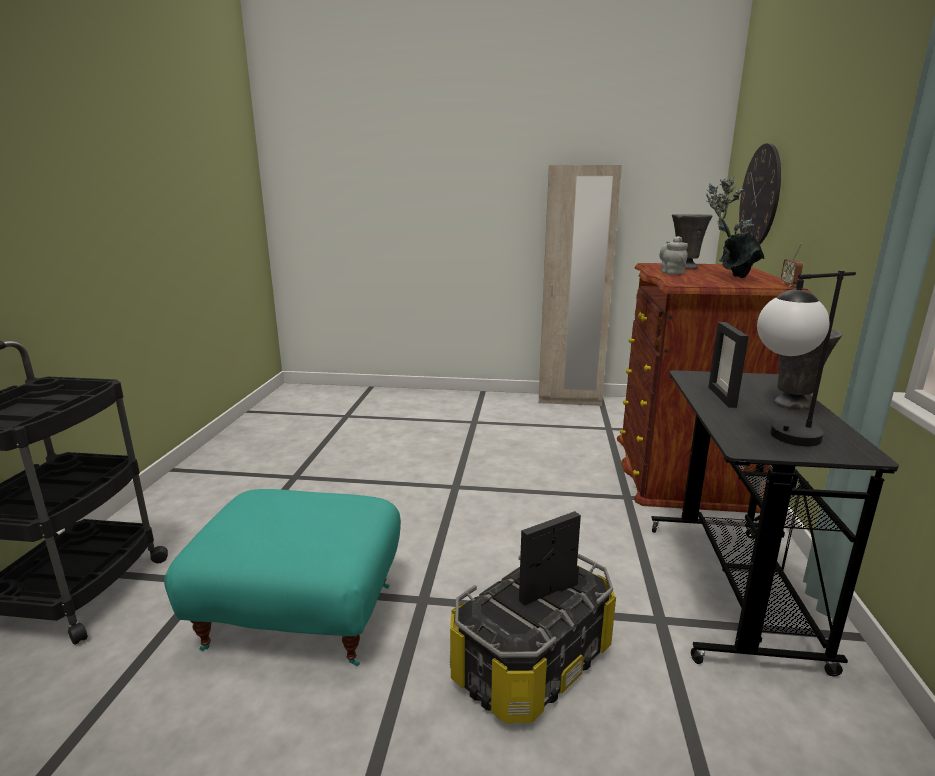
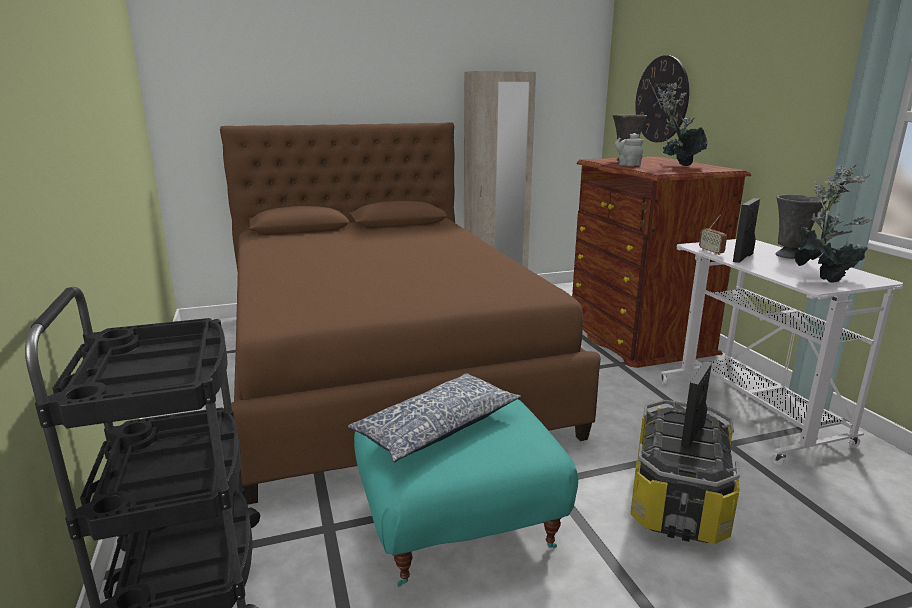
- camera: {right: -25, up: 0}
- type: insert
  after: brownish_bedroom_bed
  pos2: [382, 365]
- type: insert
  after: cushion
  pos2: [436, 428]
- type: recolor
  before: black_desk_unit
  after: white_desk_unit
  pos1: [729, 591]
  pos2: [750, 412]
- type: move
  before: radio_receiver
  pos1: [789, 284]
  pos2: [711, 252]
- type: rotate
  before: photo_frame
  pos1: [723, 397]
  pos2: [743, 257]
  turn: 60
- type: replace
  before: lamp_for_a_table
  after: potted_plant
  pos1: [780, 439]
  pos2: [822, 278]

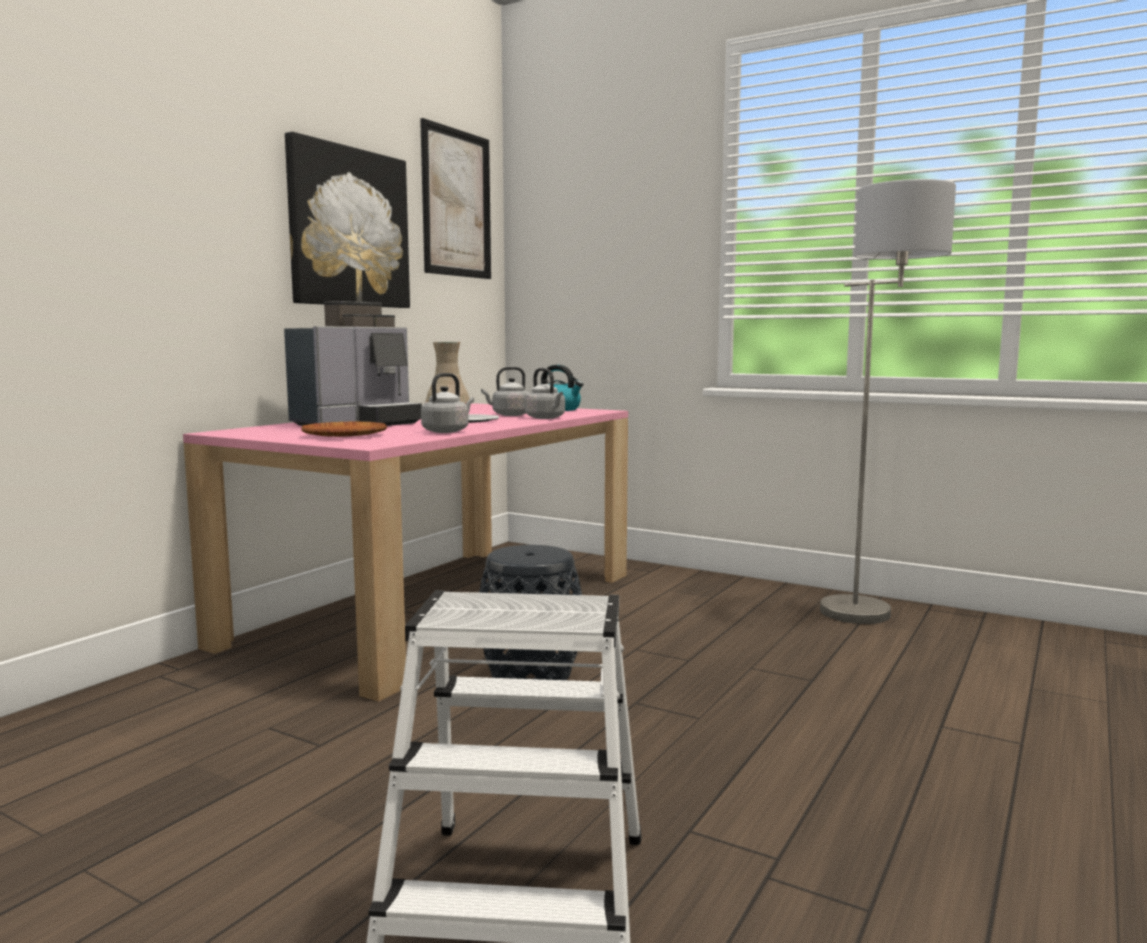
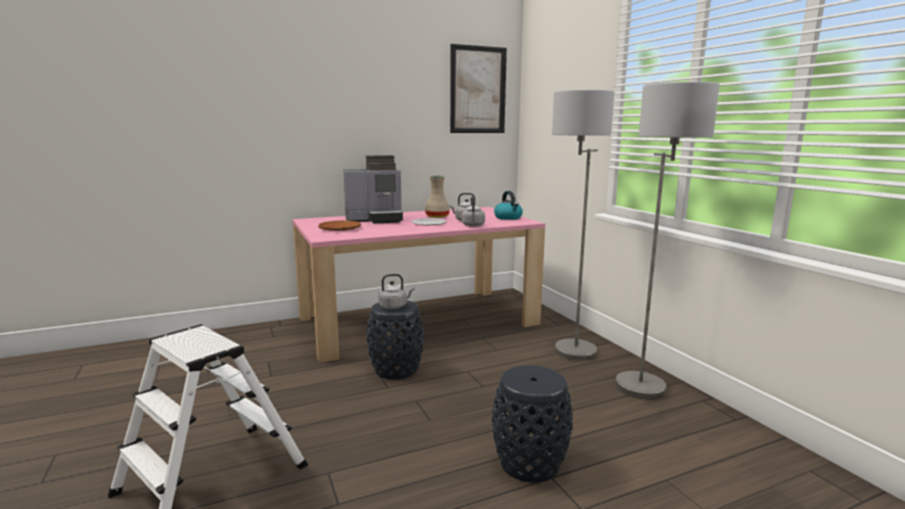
- camera: {right: 35, up: 5}
- type: move
  before: greyish_tea_kettle
  pos1: [447, 431]
  pos2: [394, 306]
- type: insert
  after: black_stool_seat
  pos2: [530, 463]
- type: insert
  after: greyish_standing_lamp
  pos2: [570, 356]
- type: delete
  before: picture
  pos1: [348, 228]

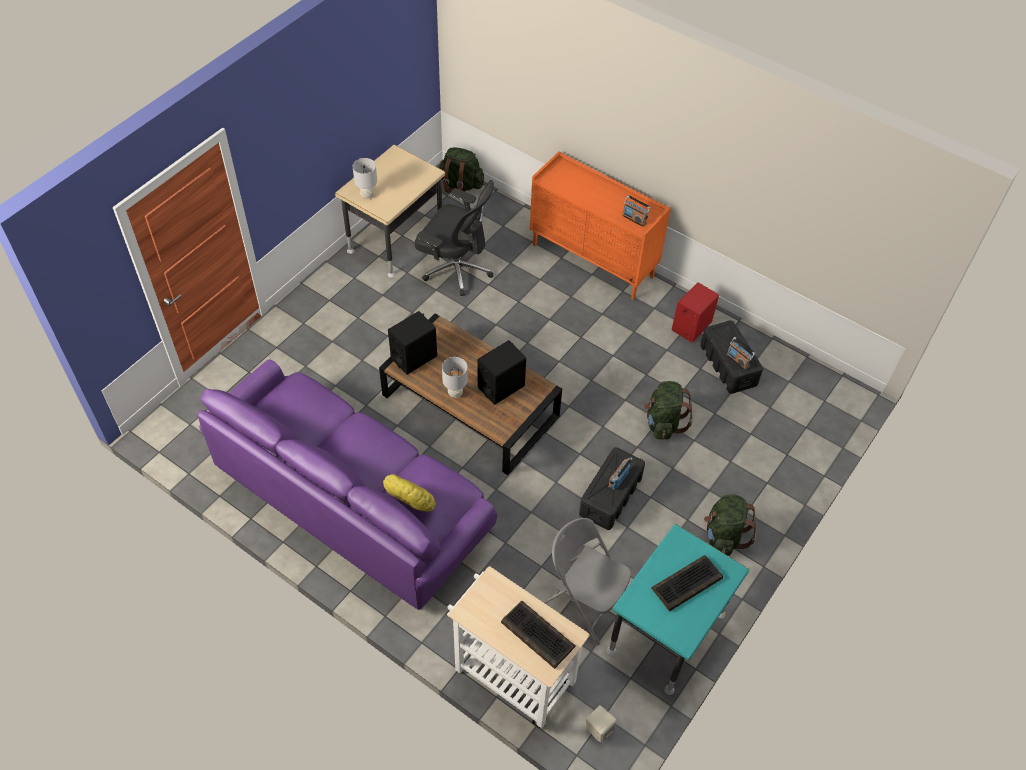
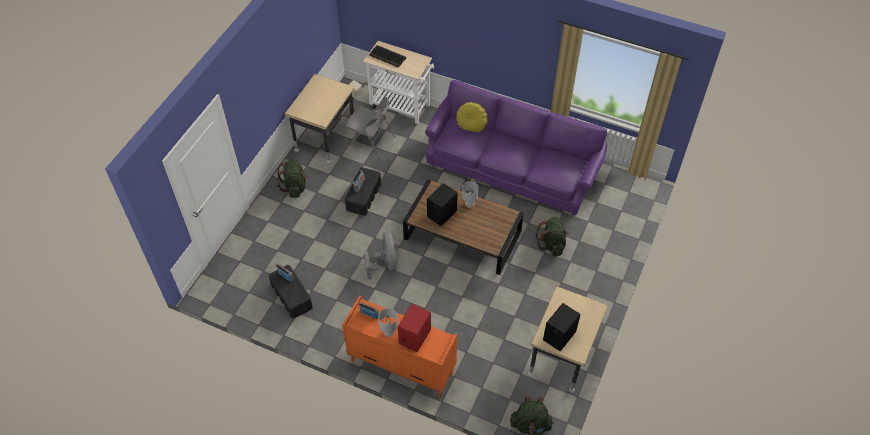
- camera: {right: 170, up: 0}
- type: recolor
  before: turquoise-coloured_desk_unit
  after: beige_desk_unit
  pos1: [667, 632]
  pos2: [325, 136]
- type: insert
  after: greyish_cooling_fan
  pos2: [385, 263]
- type: move
  before: greyish_lamp_for_a_table
  pos1: [368, 196]
  pos2: [388, 333]
- type: move
  before: reddish_speaker
  pos1: [691, 326]
  pos2: [415, 336]
- type: move
  before: green-coloured_knapsack
  pos1: [663, 423]
  pos2: [552, 244]
- type: move
  before: black_speaker
  pos1: [414, 357]
  pos2: [559, 336]
- type: delete
  before: computer_chair
  pos1: [455, 270]
- type: delete
  before: keyboard
  pos1: [686, 584]

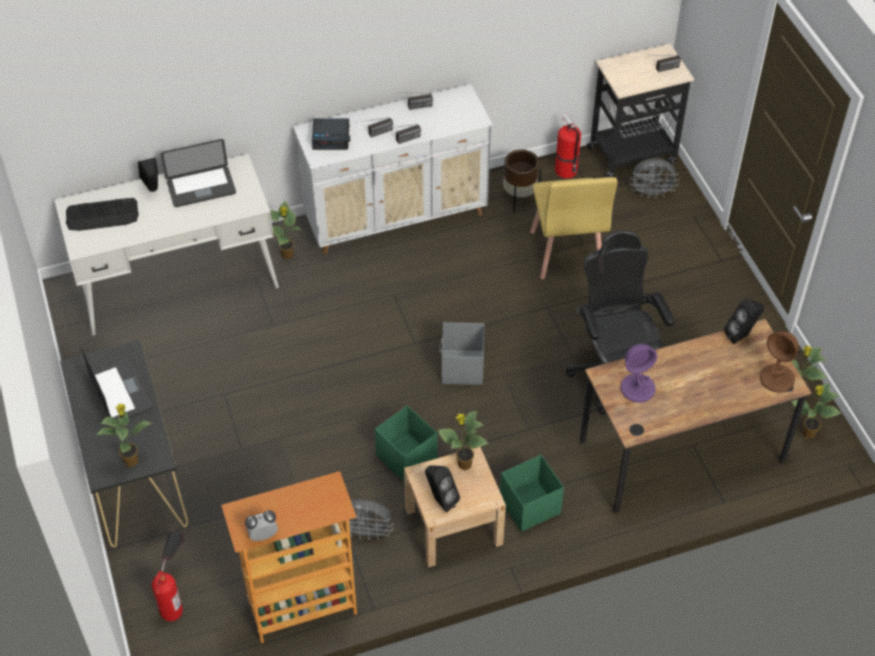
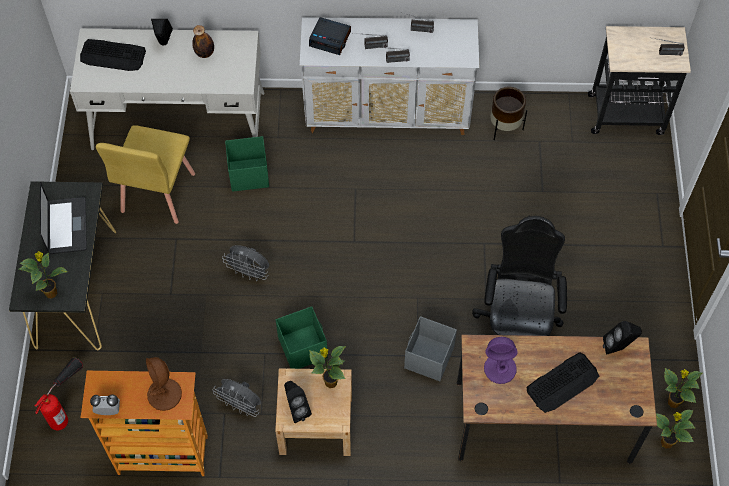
- camera: {right: 20, up: 10}
- type: move
  before: yellow-coloured_plain_chair
  pos1: [566, 252]
  pos2: [157, 193]
- type: move
  before: brownish_lamp_for_a_table
  pos1: [777, 378]
  pos2: [164, 395]
- type: replace
  before: notebook_computer
  after: bottle
  pos1: [201, 187]
  pos2: [205, 53]
- type: move
  before: greyish_cooling_fan
  pos1: [651, 194]
  pos2: [249, 272]
- type: move
  before: green-coloured_storage_box
  pos1: [529, 506]
  pos2: [248, 174]
- type: move
  before: greyish_storage_box
  pos1: [462, 368]
  pos2: [428, 358]
- type: insert
  after: keyboard
  pos2: [563, 383]
- type: delete
  before: potted_plant
  pos1: [288, 255]
- type: delete
  before: extinguisher
  pos1: [567, 171]

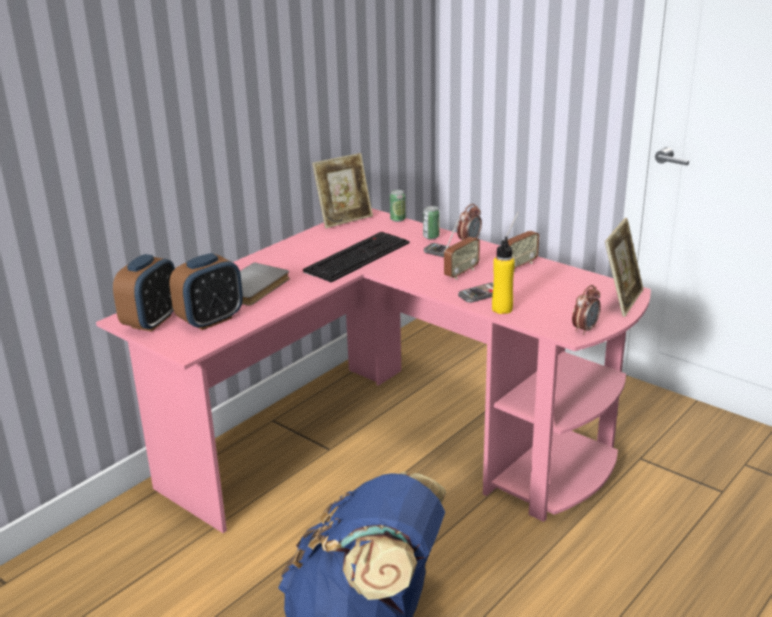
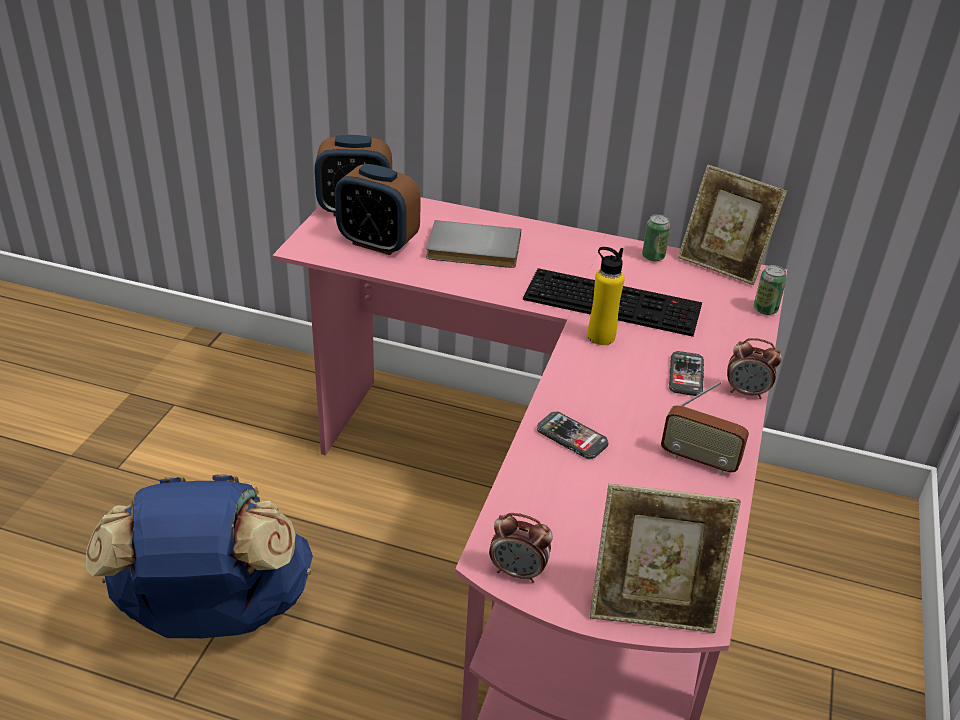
- camera: {right: 65, up: 10}
- type: move
  before: yellow-coloured_bottle
  pos1: [502, 309]
  pos2: [601, 337]
- type: move
  before: metal_can
  pos1: [431, 237]
  pos2: [653, 256]
- type: delete
  before: radio_receiver
  pos1: [461, 273]

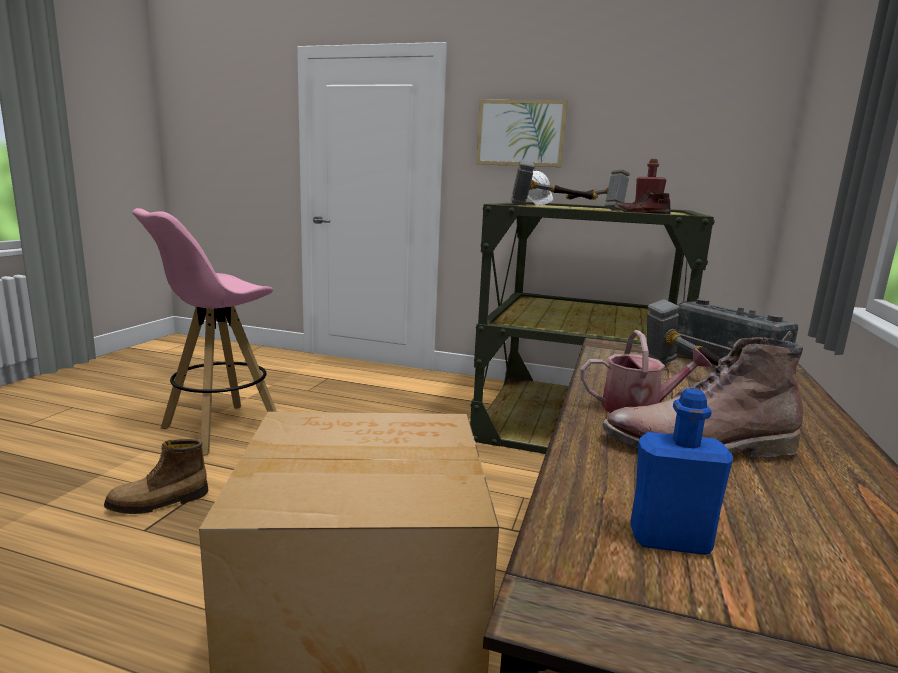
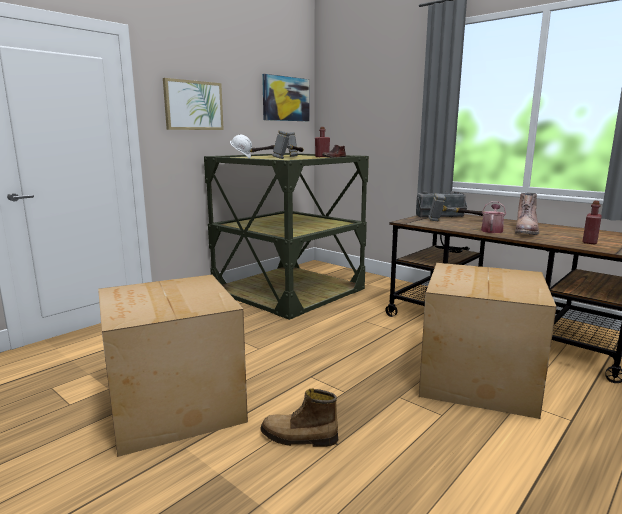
- camera: {right: -65, up: 0}
- type: replace
  before: pink_stool_seat
  after: packing_box
  pos1: [218, 429]
  pos2: [173, 407]
- type: rotate
  before: high-top_boot
  pos1: [158, 503]
  pos2: [298, 438]
  turn: 105
- type: insert
  after: picture
  pos2: [286, 99]
- type: recolor
  before: blue-coloured_bottle
  after: reddish_bottle
  pos1: [669, 540]
  pos2: [589, 242]

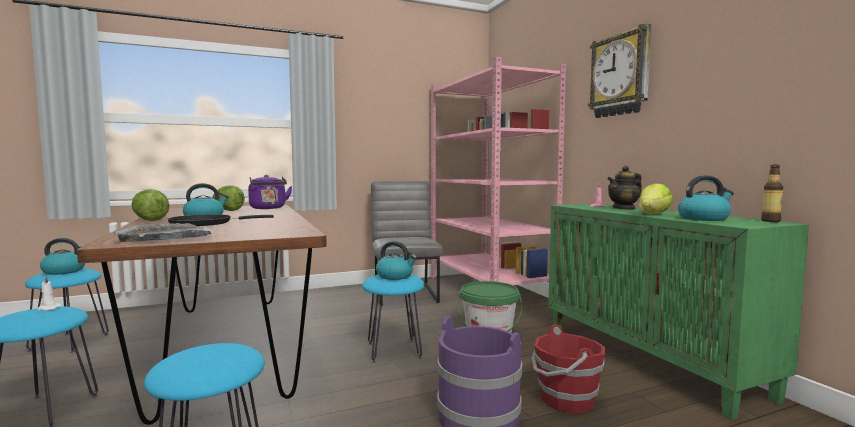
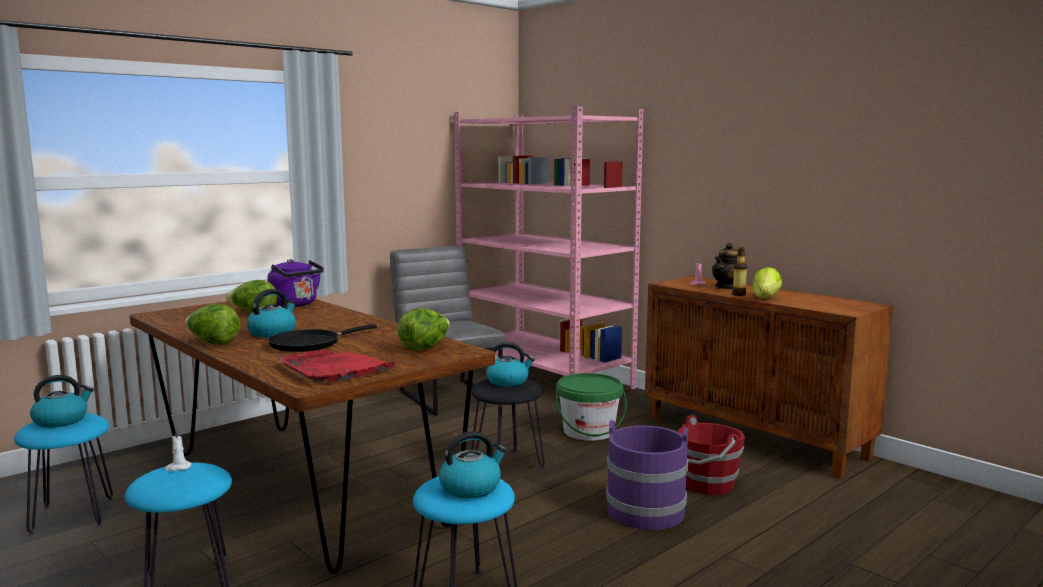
- camera: {right: -20, up: 5}
- type: recolor
  before: greyish_carrying_tray
  after: reddish_carrying_tray
  pos1: [170, 236]
  pos2: [336, 369]
- type: insert
  after: lettuce
  pos2: [425, 348]
- type: move
  before: tea_kettle
  pos1: [704, 218]
  pos2: [471, 487]
- type: recolor
  before: turquoise-coloured_stool_seat
  after: black_stool_seat
  pos1: [394, 350]
  pos2: [507, 464]
- type: recolor
  before: green-coloured_cupboard
  after: brownish_cupboard
  pos1: [649, 359]
  pos2: [755, 437]
- type: move
  before: bottle
  pos1: [770, 221]
  pos2: [739, 294]
- type: delete
  before: wall_clock
  pos1: [620, 75]

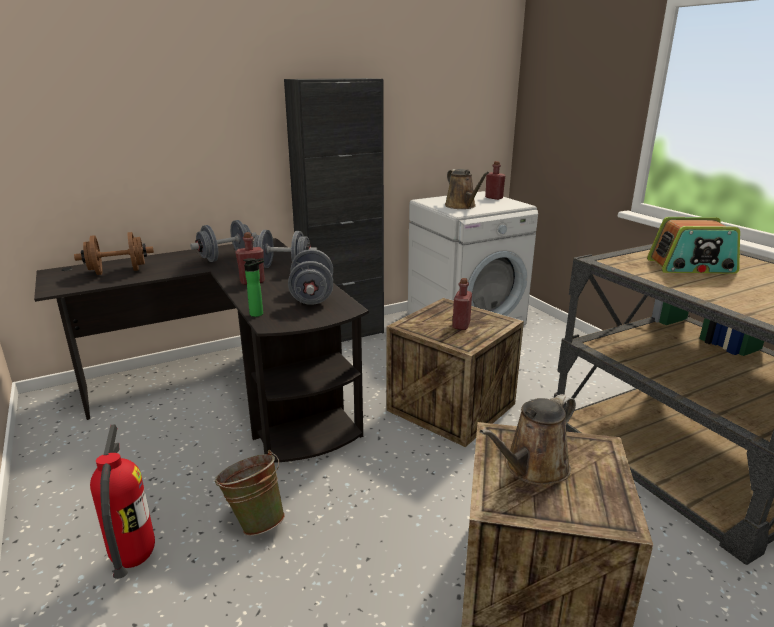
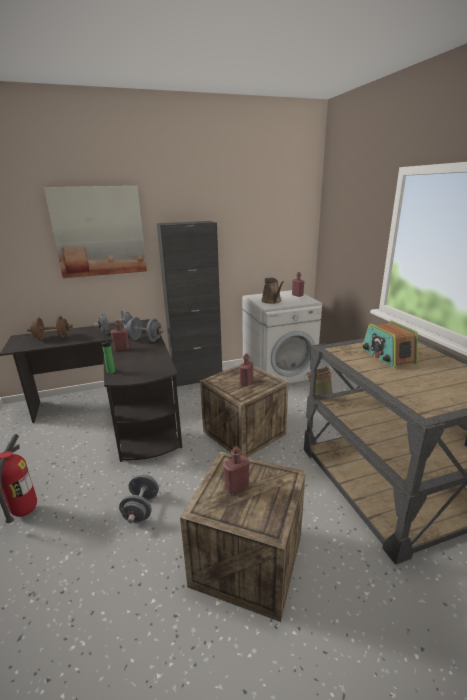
- camera: {right: 10, up: 0}
- type: insert
  after: picture
  pos2: [99, 232]
- type: move
  before: greyish_free_weight
  pos1: [312, 296]
  pos2: [141, 509]
- type: replace
  before: brownish_sprinkling_can
  after: reddish_bottle
  pos1: [532, 468]
  pos2: [236, 487]
- type: move
  before: green-coloured_water_bucket
  pos1: [255, 521]
  pos2: [318, 394]
- type: rotate
  before: radio_receiver
  pos1: [691, 267]
  pos2: [387, 356]
  turn: 60

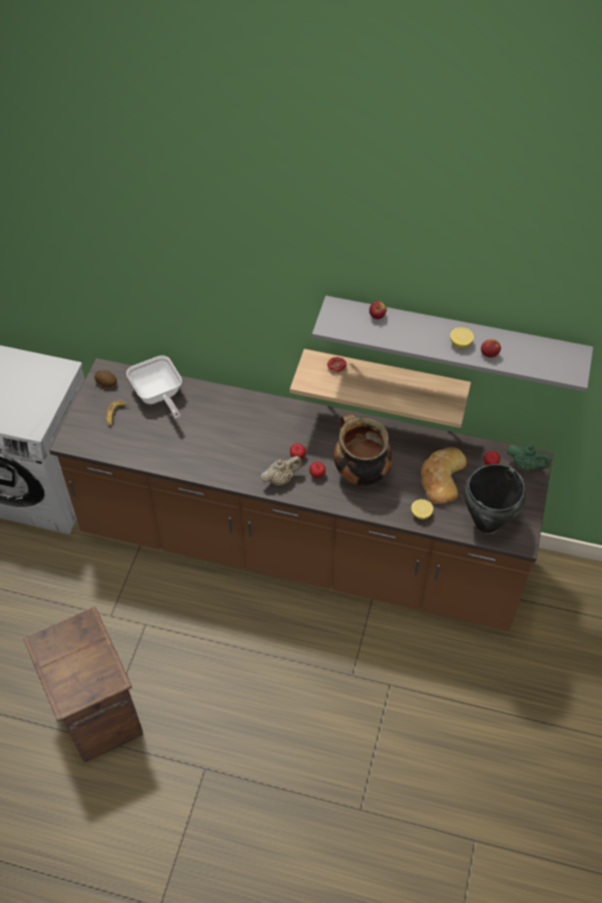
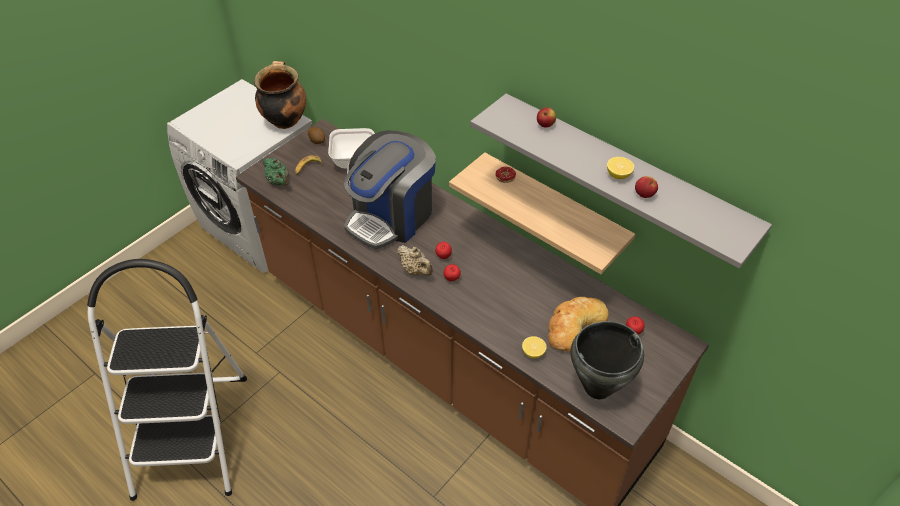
- camera: {right: 25, up: -5}
- type: replace
  before: packing_crate
  after: step_stool
  pos1: [97, 713]
  pos2: [194, 431]
- type: move
  before: saucepot
  pos1: [360, 473]
  pos2: [284, 120]
- type: move
  before: green-coloured_tea_pot
  pos1: [526, 465]
  pos2: [279, 182]
- type: insert
  after: coffee_brewer
  pos2: [391, 216]
- type: rotate
  before: beige_tea_pot
  pos1: [281, 479]
  pos2: [416, 270]
  turn: 45

